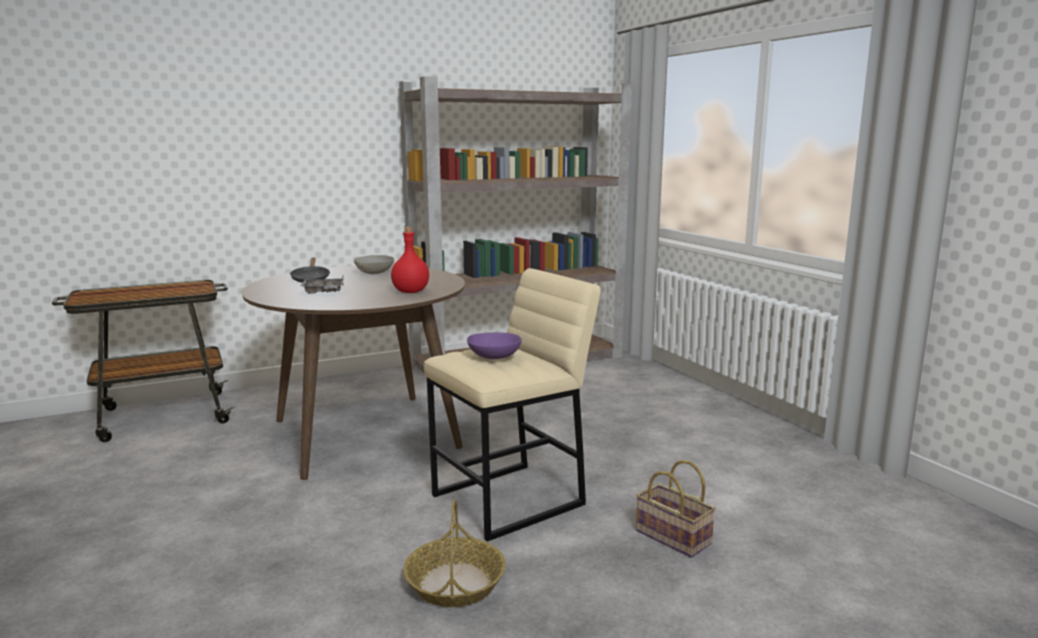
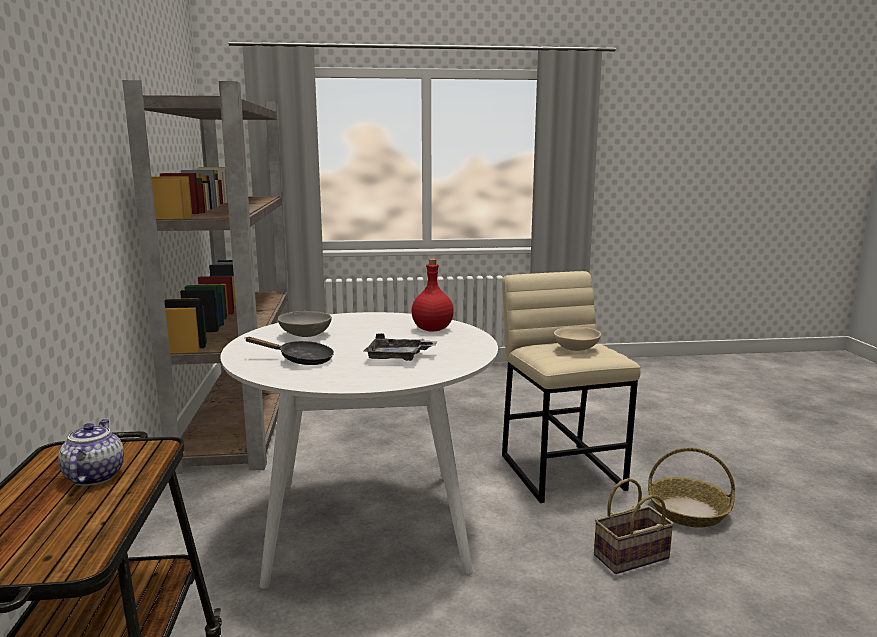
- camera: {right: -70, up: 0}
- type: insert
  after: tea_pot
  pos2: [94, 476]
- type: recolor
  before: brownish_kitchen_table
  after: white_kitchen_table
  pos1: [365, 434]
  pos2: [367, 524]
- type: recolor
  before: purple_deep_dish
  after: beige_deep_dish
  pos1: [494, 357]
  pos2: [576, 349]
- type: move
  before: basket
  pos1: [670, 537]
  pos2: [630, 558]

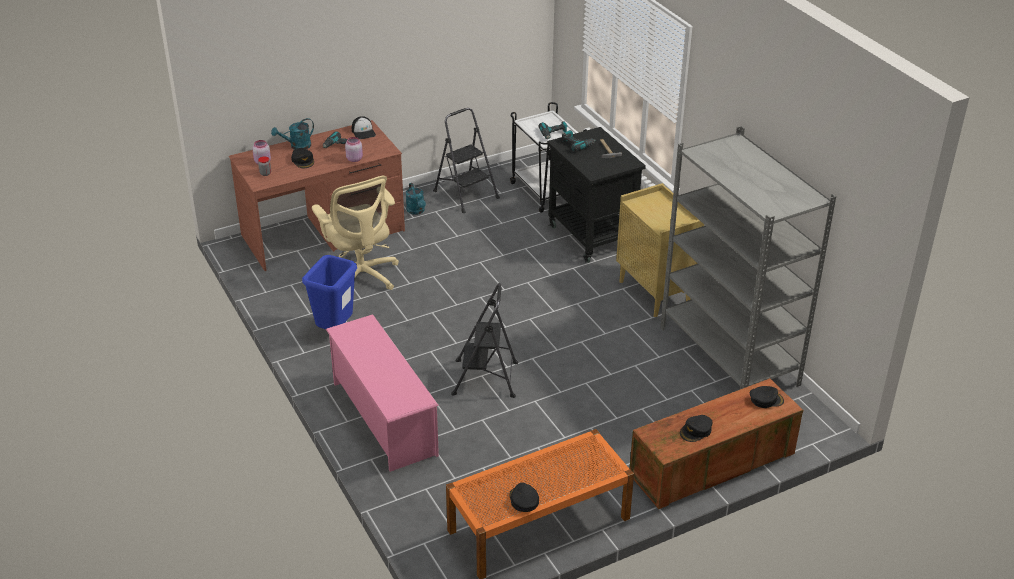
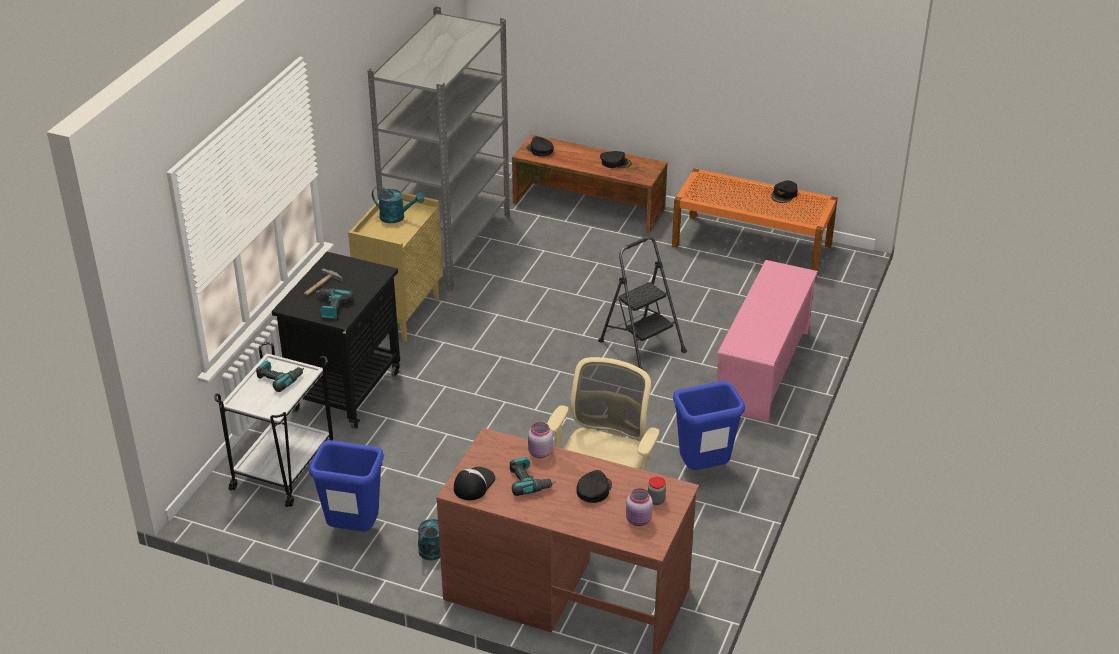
- camera: {right: -130, up: 0}
- type: replace
  before: black_step_stool
  after: blue-coloured_waste_bin
  pos1: [465, 193]
  pos2: [353, 530]
- type: move
  before: turquoise-coloured_sprinkling_can
  pos1: [297, 146]
  pos2: [397, 217]

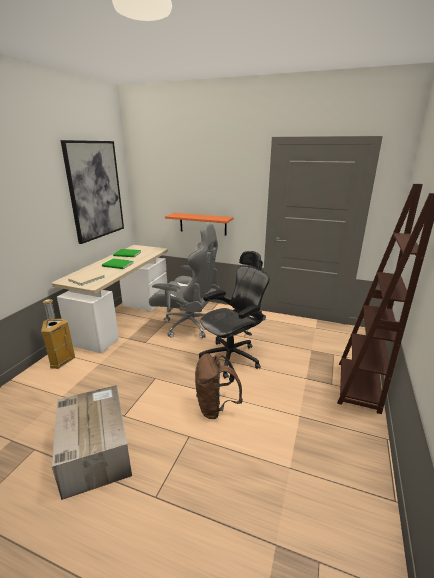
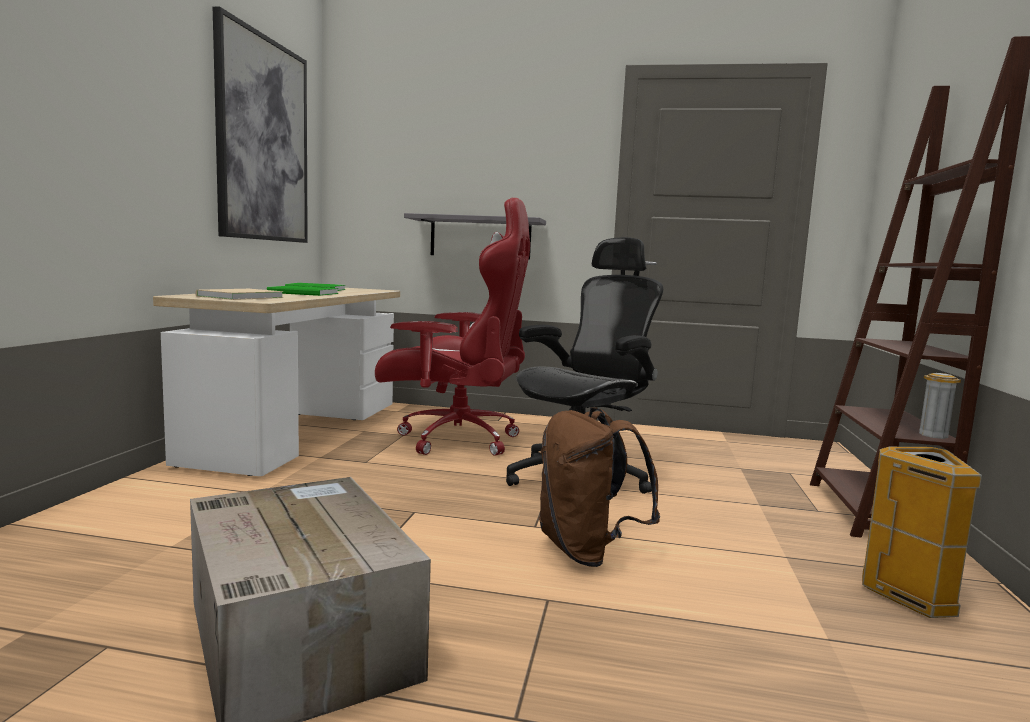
- camera: {right: -10, up: -15}
- type: recolor
  before: greyish_computer_chair
  after: reddish_computer_chair
  pos1: [186, 325]
  pos2: [451, 439]
- type: recolor
  before: orange_wall_shelf
  after: greyish_wall_shelf
  pos1: [203, 224]
  pos2: [480, 238]
- type: move
  before: waste_bin
  pos1: [61, 361]
  pos2: [911, 598]

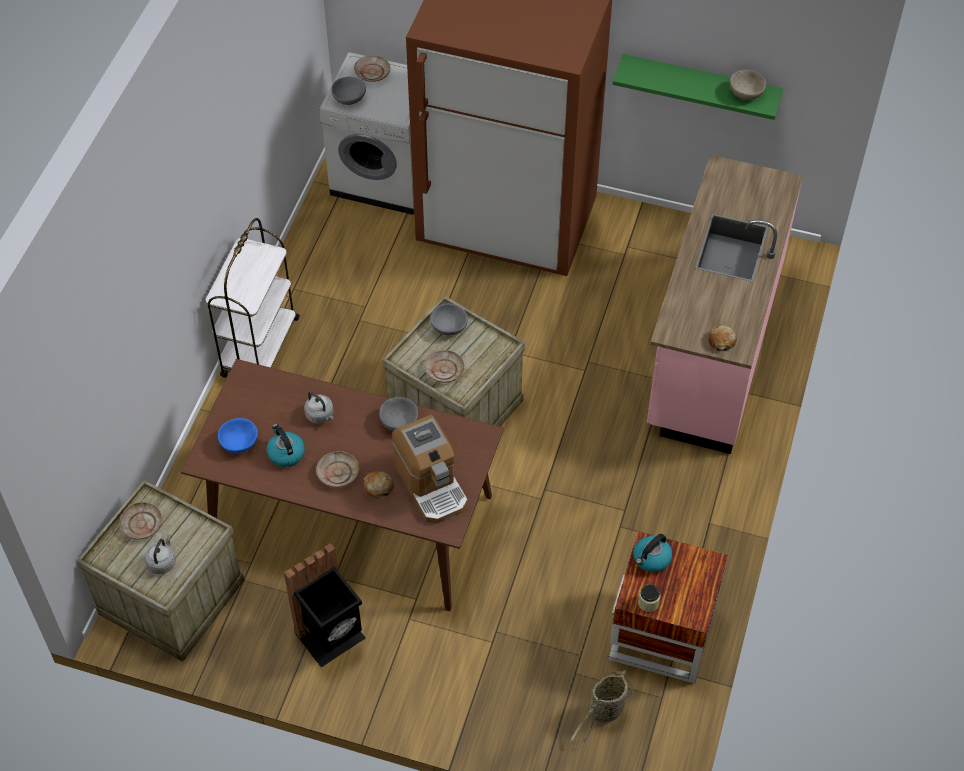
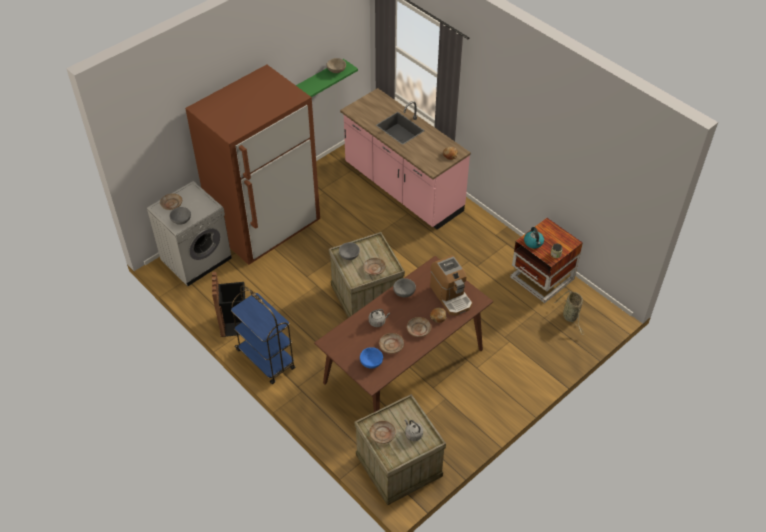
- camera: {right: -60, up: -5}
- type: move
  before: black_waste_bin
  pos1: [332, 638]
  pos2: [235, 324]
- type: recolor
  before: white_wheeled_cart
  after: blue-coloured_wheeled_cart
  pos1: [259, 349]
  pos2: [266, 360]
- type: replace
  before: tea_kettle
  after: beige_plate
  pos1: [285, 453]
  pos2: [391, 345]
- type: rotate
  before: coffee_brewer
  pos1: [431, 485]
  pos2: [451, 296]
  turn: 60

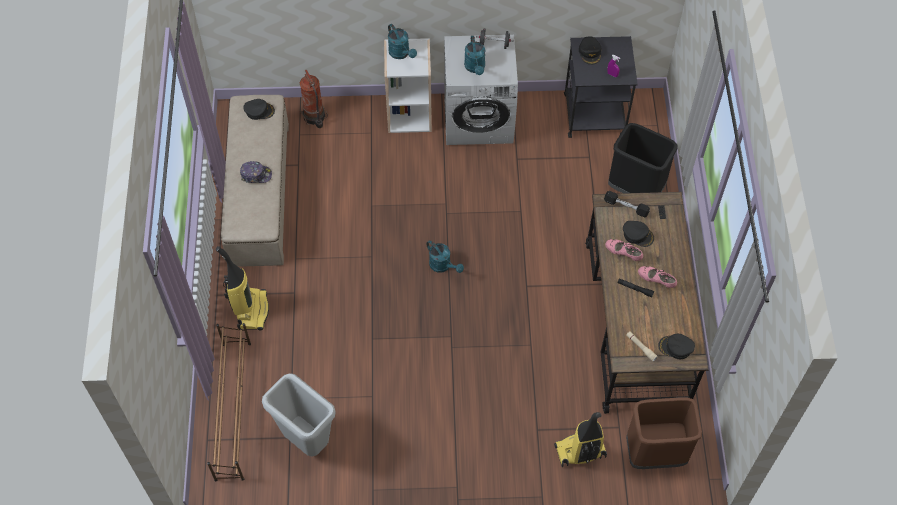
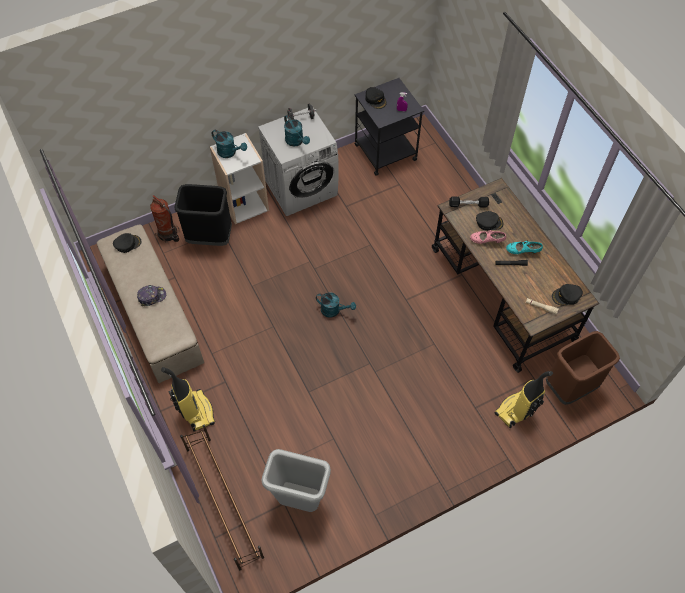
- camera: {right: -25, up: 0}
- type: move
  before: black_waste_bin
  pos1: [635, 189]
  pos2: [209, 237]
- type: recolor
  before: pink_shoe
  after: turquoise-coloured_shoe
  pos1: [656, 281]
  pos2: [522, 251]

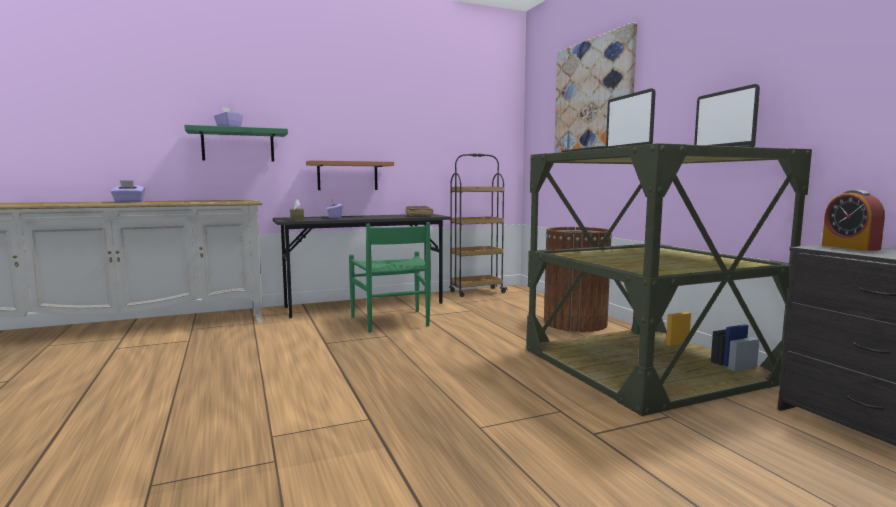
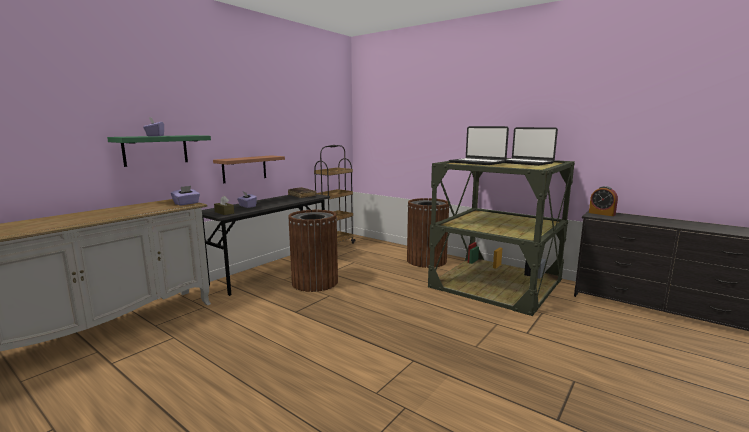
- camera: {right: -30, up: 5}
- type: move
  before: purple_tissue_holder
  pos1: [129, 202]
  pos2: [186, 203]
- type: replace
  before: green-coloured_plain_chair
  after: brownish_waste_bin
  pos1: [392, 321]
  pos2: [315, 282]
- type: delete
  before: picture
  pos1: [593, 99]

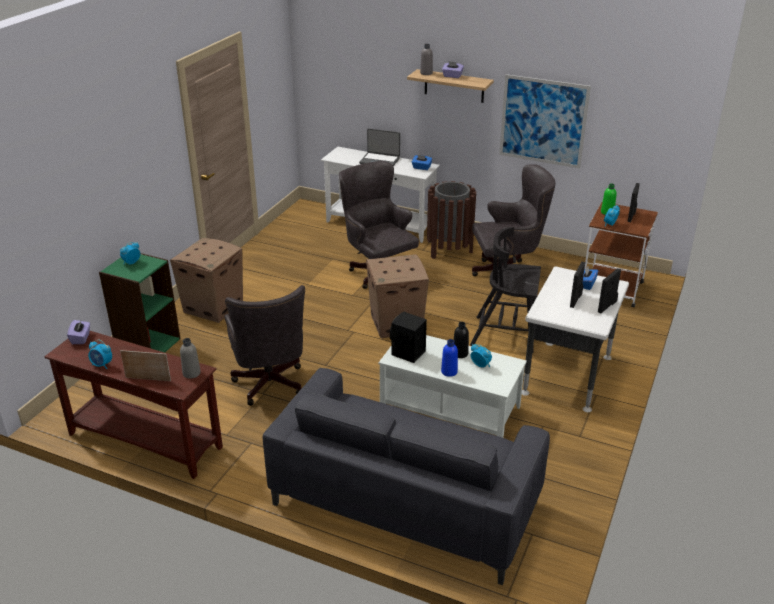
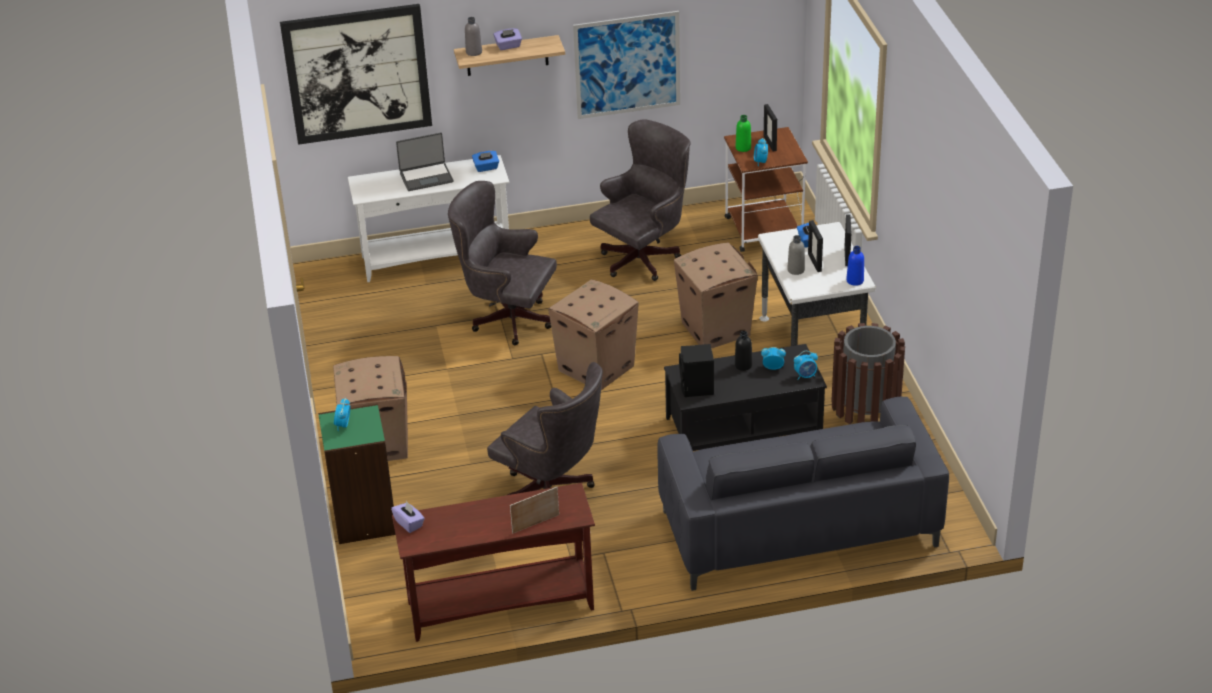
- camera: {right: -35, up: 5}
- type: insert
  after: picture
  pos2: [357, 73]
- type: recolor
  before: white_coffee_table
  after: black_coffee_table
  pos1: [449, 408]
  pos2: [744, 428]
- type: replace
  before: black_plain_chair
  after: packing_box
  pos1: [506, 334]
  pos2: [715, 329]
- type: move
  before: greyish_bottle
  pos1: [191, 373]
  pos2: [796, 270]
- type: move
  before: table_clock
  pos1: [102, 365]
  pos2: [805, 376]
- type: move
  before: brownish_waste_bin
  pos1: [449, 250]
  pos2: [864, 420]
- type: move
  before: blue-coloured_bottle
  pos1: [449, 372]
  pos2: [855, 280]

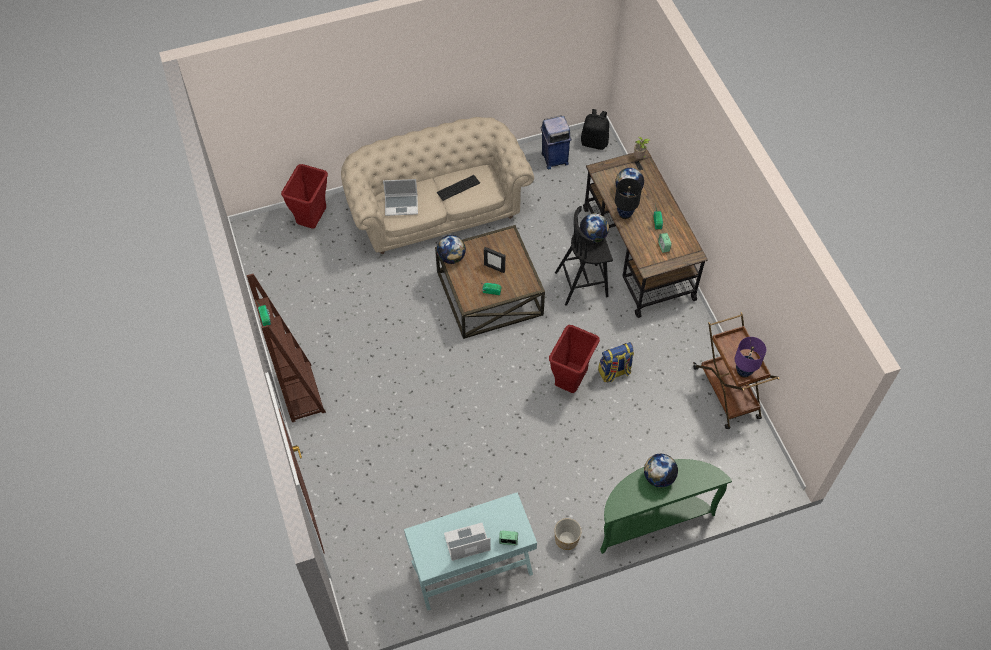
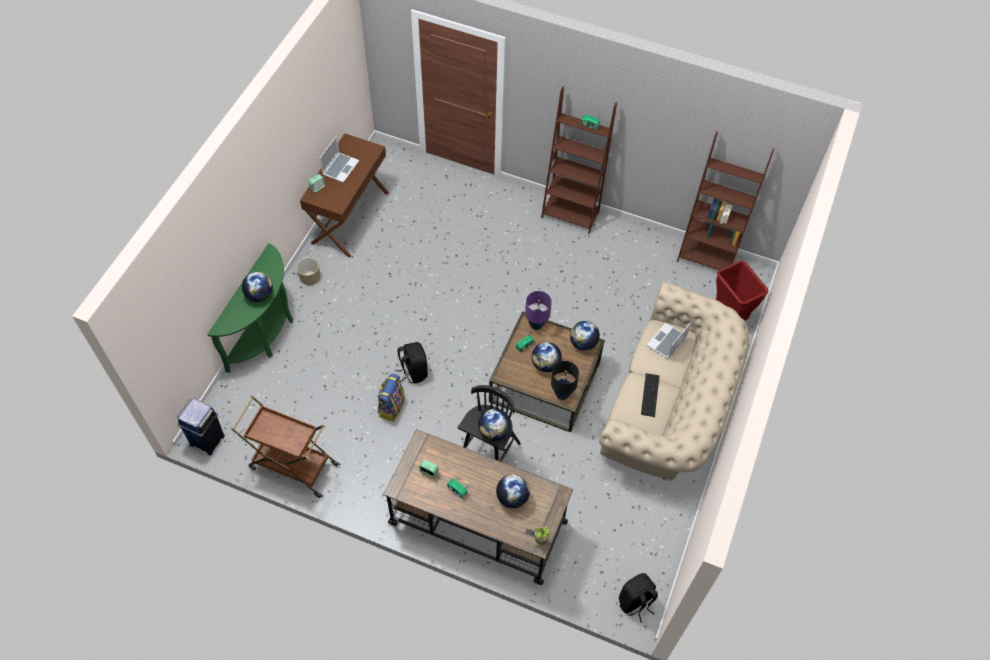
- camera: {right: 130, up: 0}
- type: move
  before: blue-coloured_waste_bin
  pos1: [554, 159]
  pos2: [208, 440]
- type: recolor
  before: turquoise-coloured_desk_unit
  after: brownish_desk_unit
  pos1: [472, 568]
  pos2: [350, 217]
- type: replace
  before: reddish_waste_bin
  after: black_knapsack
  pos1: [570, 383]
  pos2: [413, 371]
- type: move
  before: purple_lamp_for_a_table
  pos1: [744, 371]
  pos2: [536, 324]
- type: replace
  before: photo_frame
  after: globe
  pos1: [494, 267]
  pos2: [545, 364]
- type: move
  before: black_lamp_for_a_table
  pos1: [625, 214]
  pos2: [562, 394]
- type: insert
  after: brownish_bookshelf
  pos2: [706, 258]

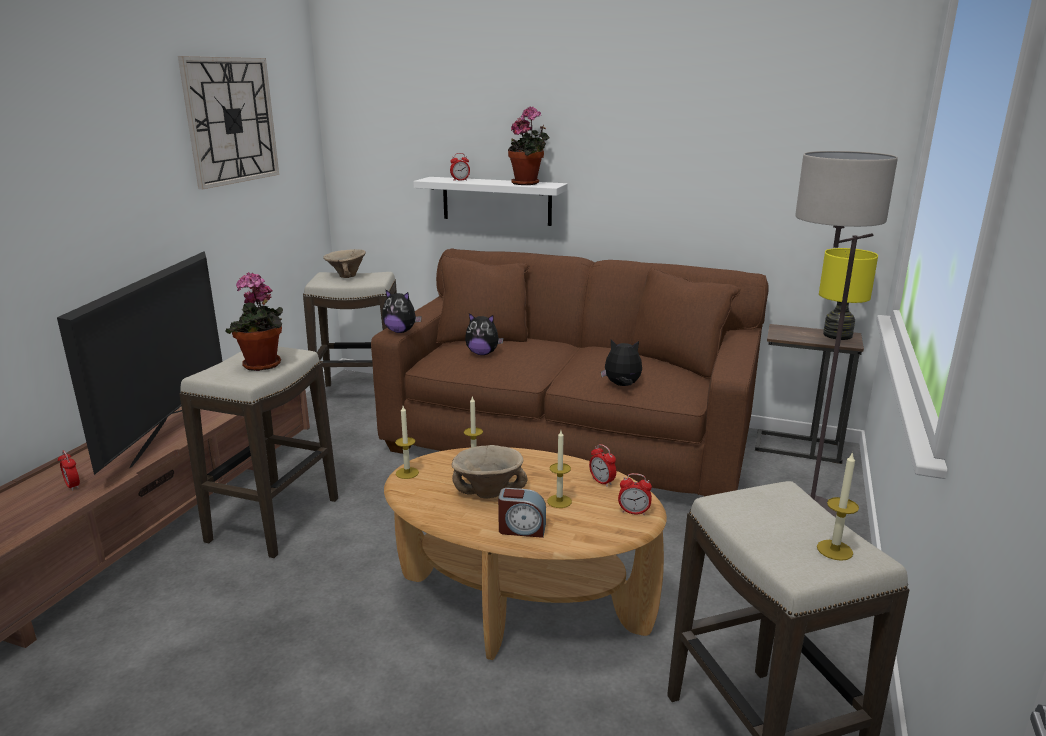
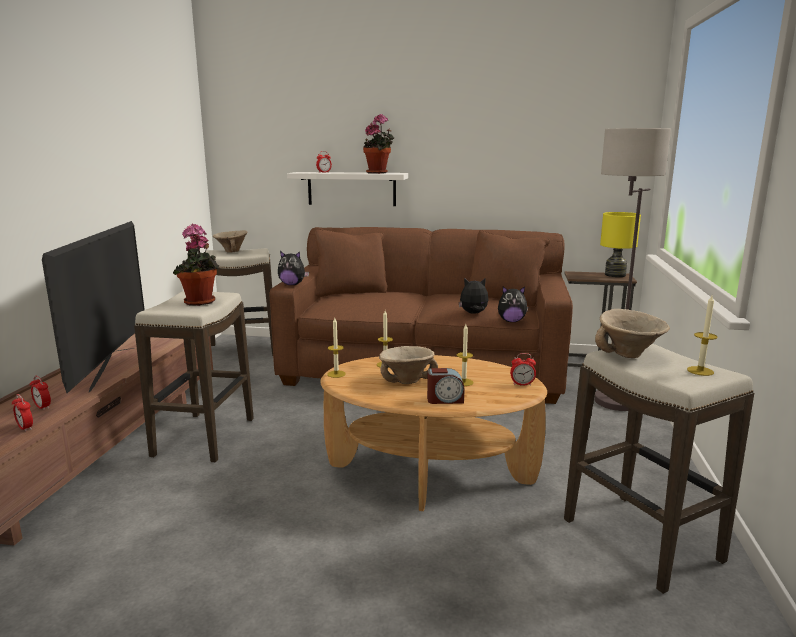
- camera: {right: -10, up: -5}
- type: move
  before: table_clock
  pos1: [602, 482]
  pos2: [25, 428]
- type: move
  before: plush_toy
  pos1: [483, 353]
  pos2: [511, 321]
- type: insert
  after: beige_deep_dish
  pos2: [630, 355]
- type: delete
  before: wall_clock
  pos1: [231, 121]

